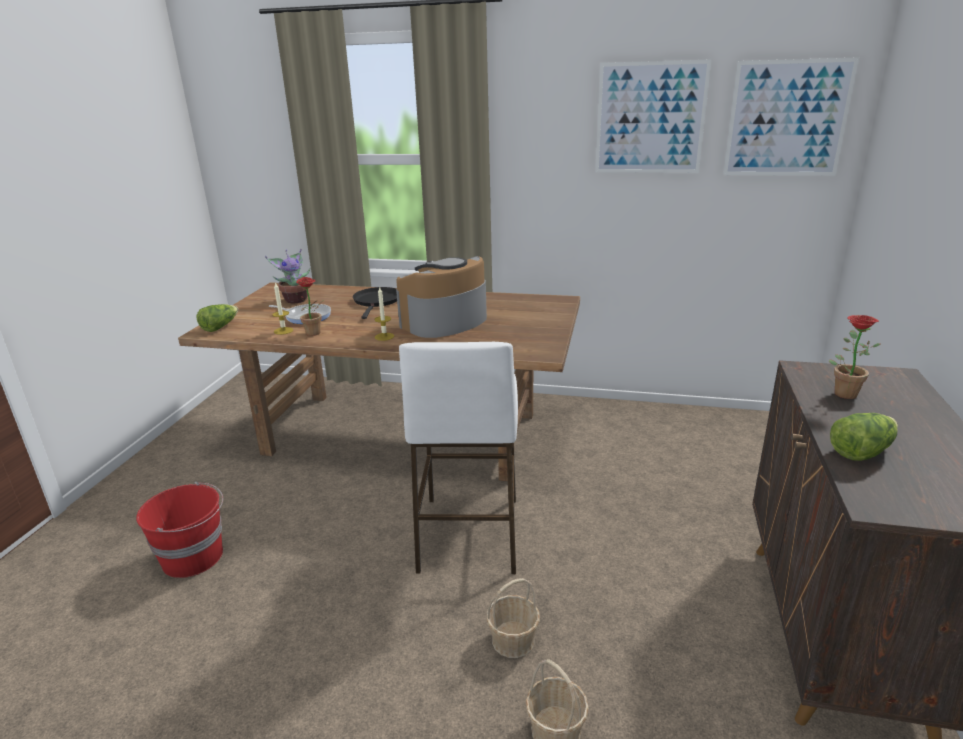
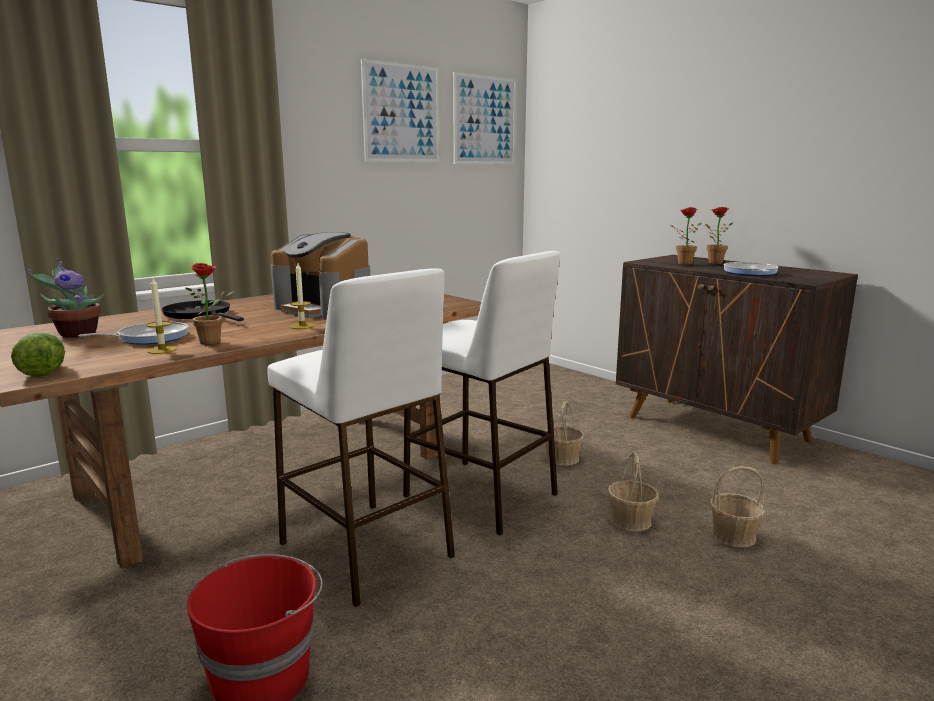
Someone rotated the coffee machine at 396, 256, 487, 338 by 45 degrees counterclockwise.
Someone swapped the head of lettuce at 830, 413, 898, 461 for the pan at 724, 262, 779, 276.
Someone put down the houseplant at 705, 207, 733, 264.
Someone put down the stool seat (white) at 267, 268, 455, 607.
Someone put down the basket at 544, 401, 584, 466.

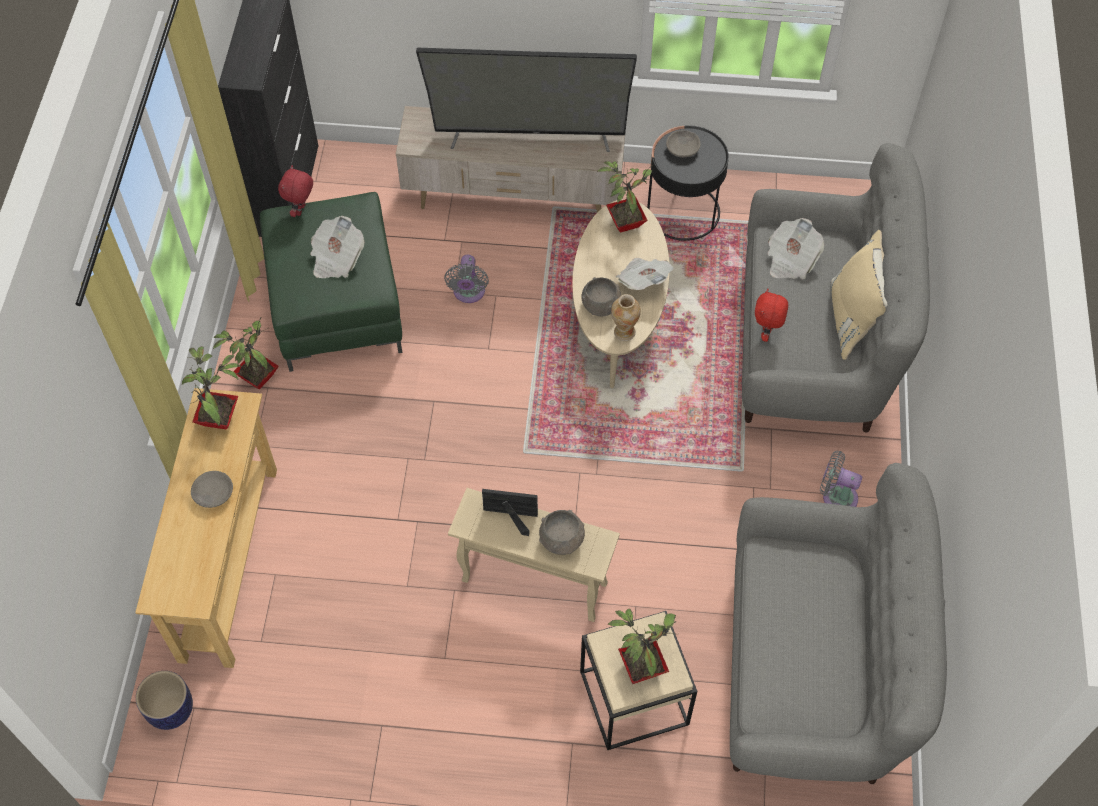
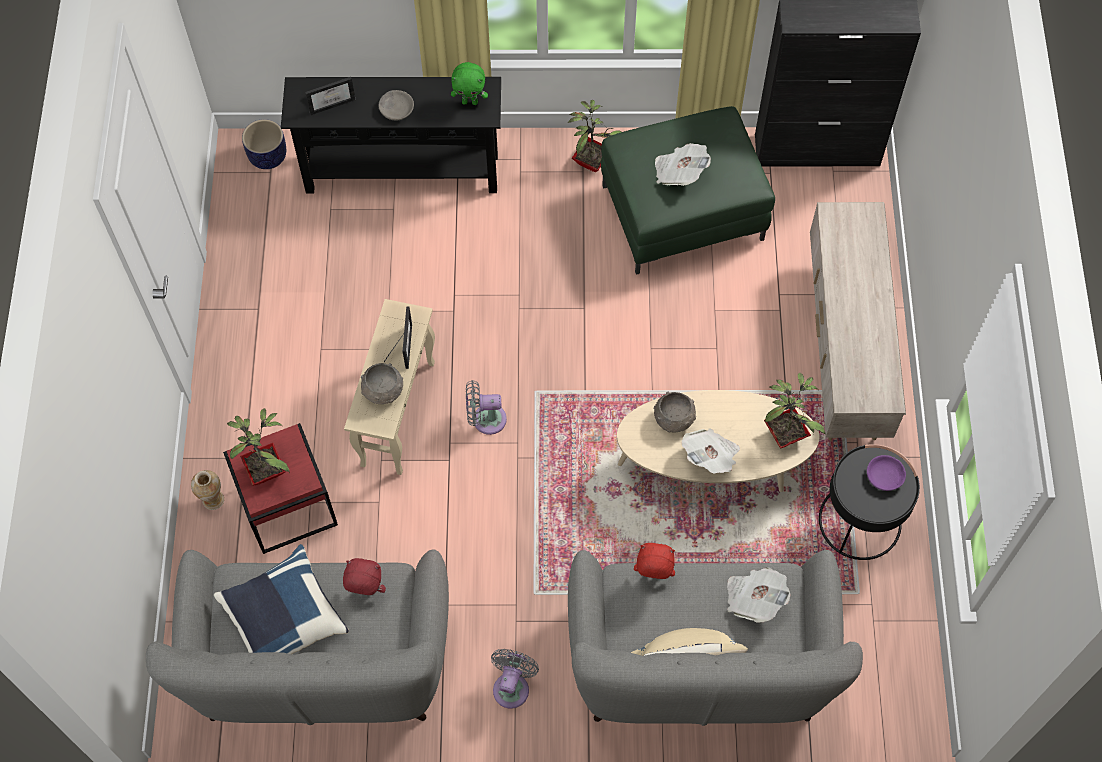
Someone took away the TV at 416, 48, 637, 152.
Someone repainted the deep dish (grey) at 666, 130, 701, 157, which became the deep dish (purple) at 867, 455, 906, 491.
Someone carried the soft toy (reddish) from 278, 165, 313, 217 to 343, 558, 386, 595.
Someone carried the fan (grey) from 444, 255, 489, 303 to 466, 380, 507, 435.
Someone carried the decorative vase from 611, 294, 641, 341 to 191, 470, 224, 510.
Someone swapped the houseplant at 182, 346, 240, 430 for the soft toy (green-coloured) at 451, 62, 488, 105.
Someone repainted the console table (sand-coloured) at 135, 388, 277, 668, which became the console table (blackish) at 281, 77, 501, 194.
Someone repainted the end table (sand-coloured) at 580, 611, 697, 750, which became the end table (reddish) at 223, 423, 338, 554.
Someone put down the photo frame at 305, 77, 356, 115.
Someone put down the pillow (bluish) at 214, 544, 349, 654.

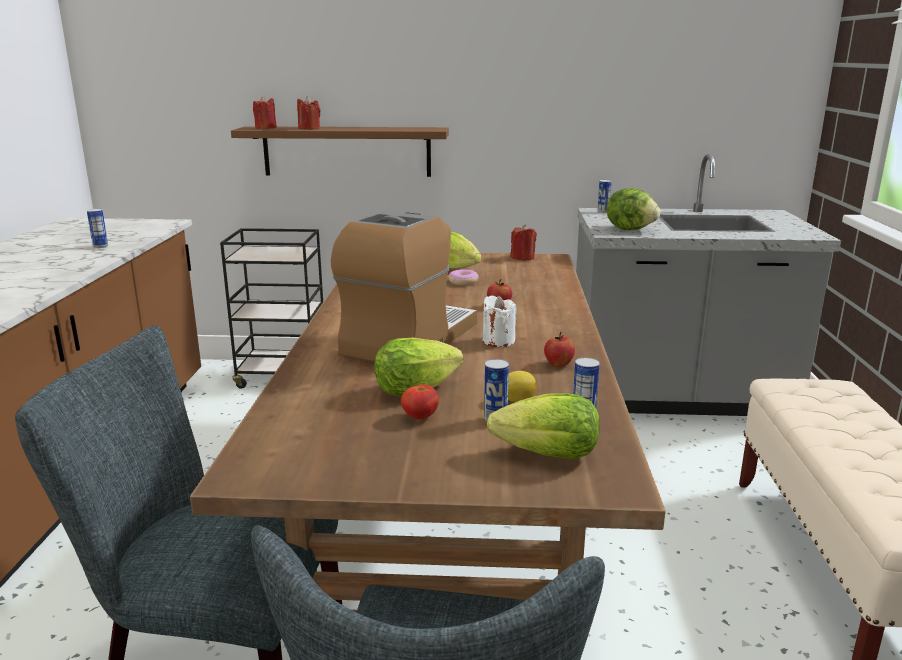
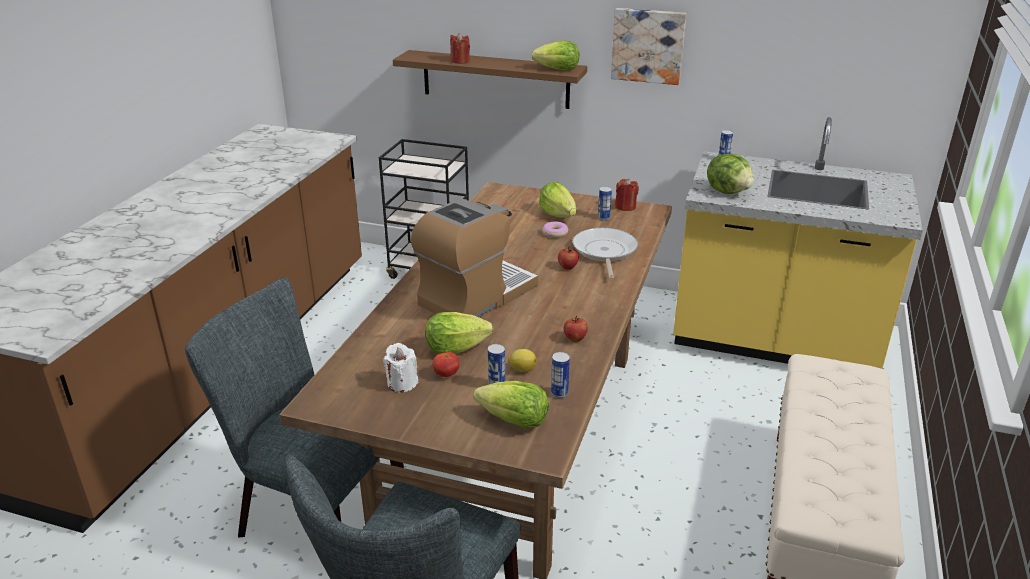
Someone took away the wax candle (reddish) at 253, 96, 277, 129.
Someone repainted the kitchen counter (grey) at 576, 154, 841, 416, which became the kitchen counter (yellow) at 673, 117, 923, 369.
Someone carried the metal can from 87, 208, 108, 248 to 598, 187, 612, 221.
Someone carried the wax candle (white) from 483, 296, 517, 347 to 383, 343, 418, 392.
Someone put up the wall picture at 611, 8, 686, 85.
Someone put down the head of lettuce at 531, 41, 579, 71.
Someone put down the pan at 573, 228, 638, 280.

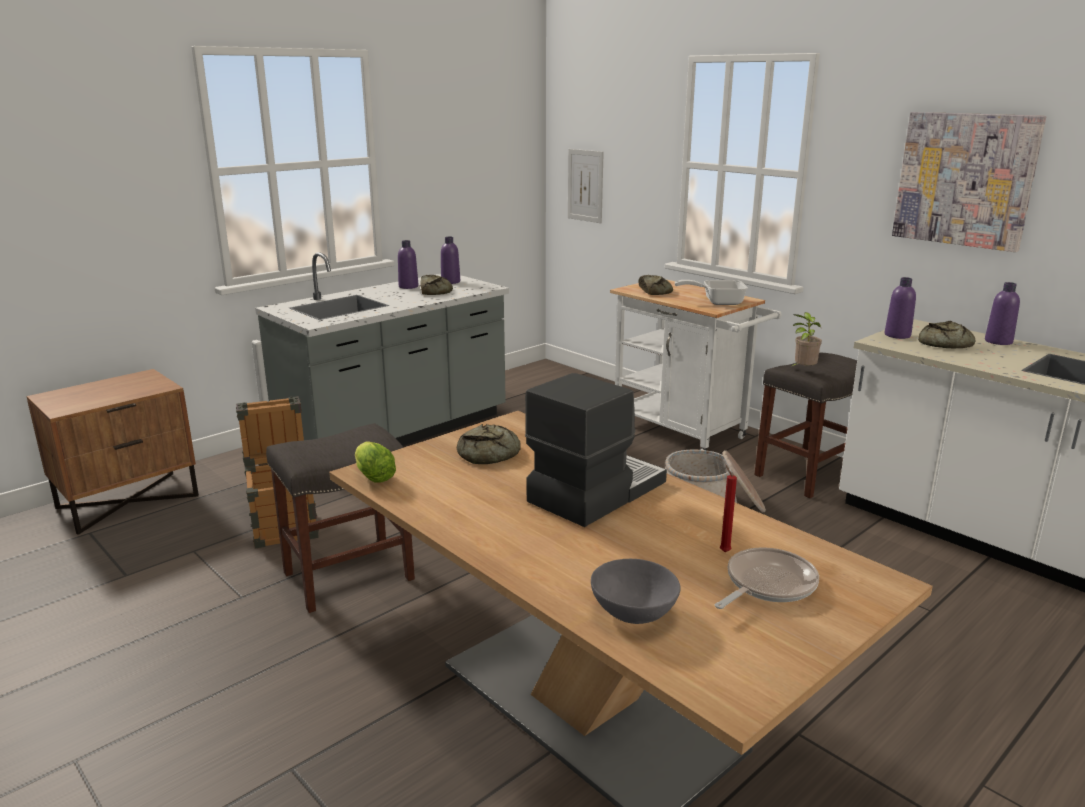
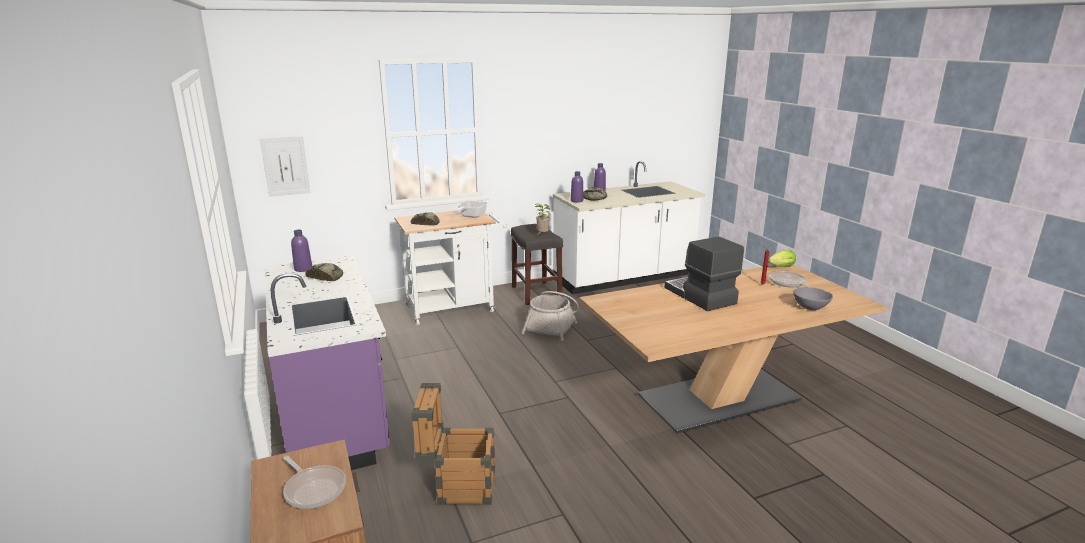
Someone took away the wall picture at 892, 112, 1046, 252.
Someone took away the beverage bottle (purple) at 398, 240, 418, 289.
Someone repainted the kitchen counter (grey) at 255, 252, 509, 446, which became the kitchen counter (purple) at 265, 255, 390, 470.
Someone took away the stool seat (grey) at 266, 423, 415, 613.
Someone took away the bread at 457, 424, 521, 464.
Someone carried the head of lettuce from 355, 441, 396, 483 to 768, 250, 796, 267.
Someone put down the pan at 283, 456, 346, 509.

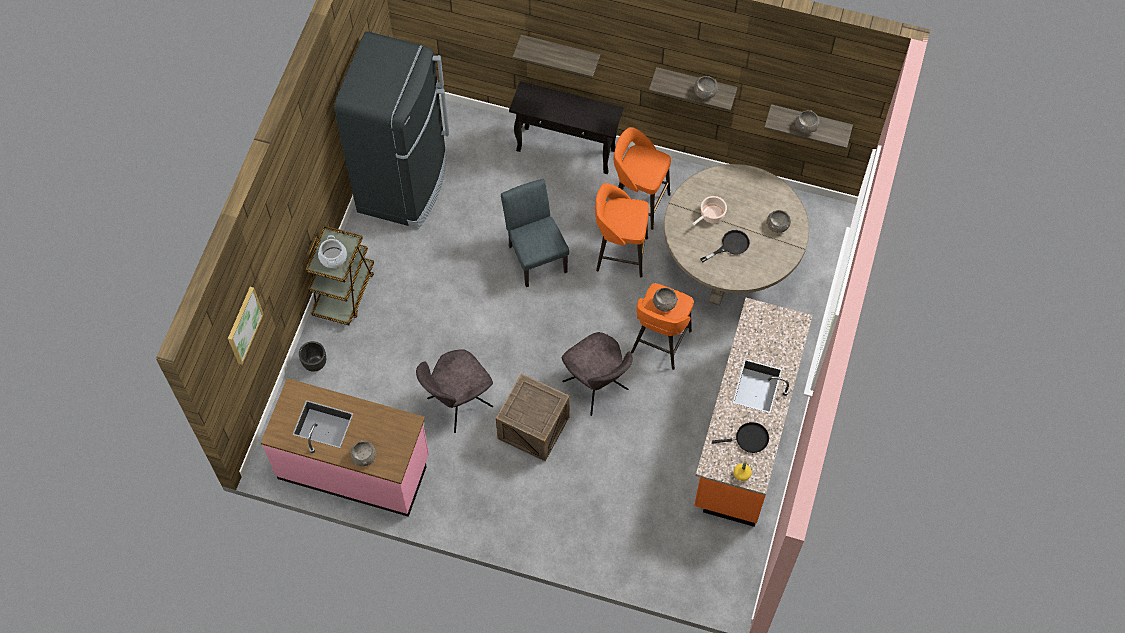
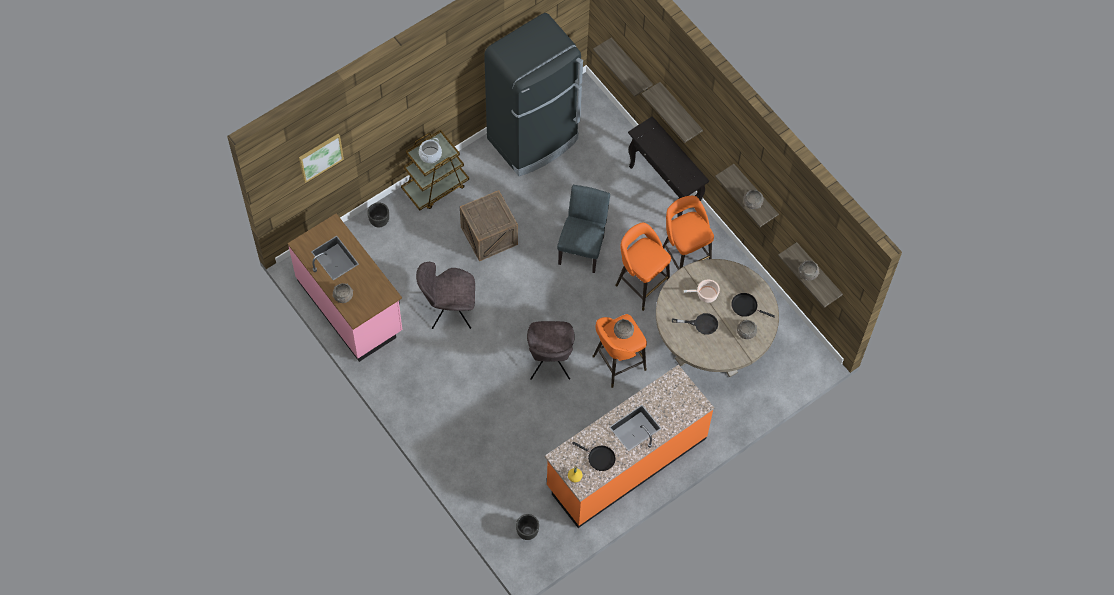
Someone carried the crate from 496, 374, 570, 461 to 460, 190, 518, 261.
Someone put up the wall shelf at 593, 37, 653, 97.
Someone put down the pan (blackish) at 731, 293, 775, 318.
Someone put down the plant pot (blackish) at 516, 514, 539, 540.

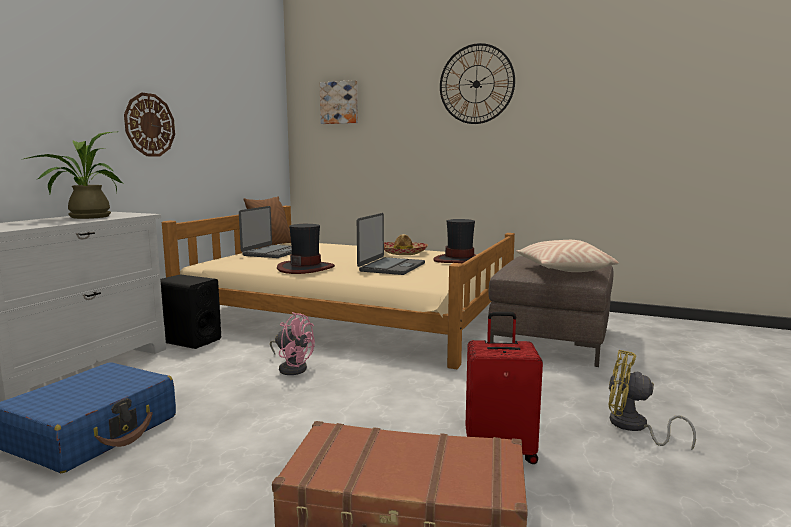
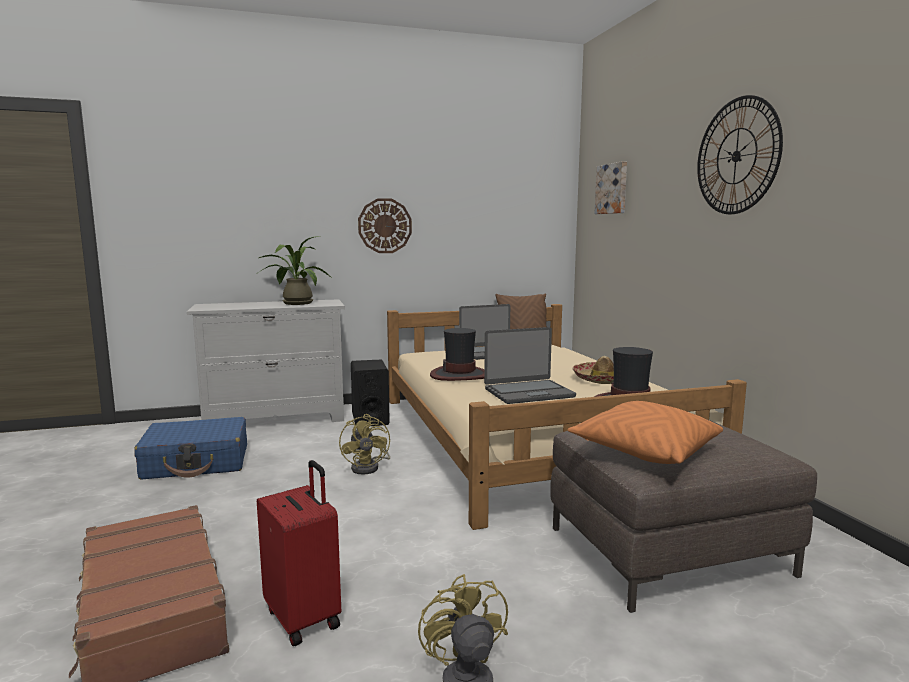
Someone repainted the pillow (sand-coloured) at 516, 240, 619, 272, which became the pillow (orangey) at 567, 401, 723, 464.
Someone repainted the fan (pink) at 270, 312, 315, 375, which became the fan (yellow) at 339, 414, 390, 474.

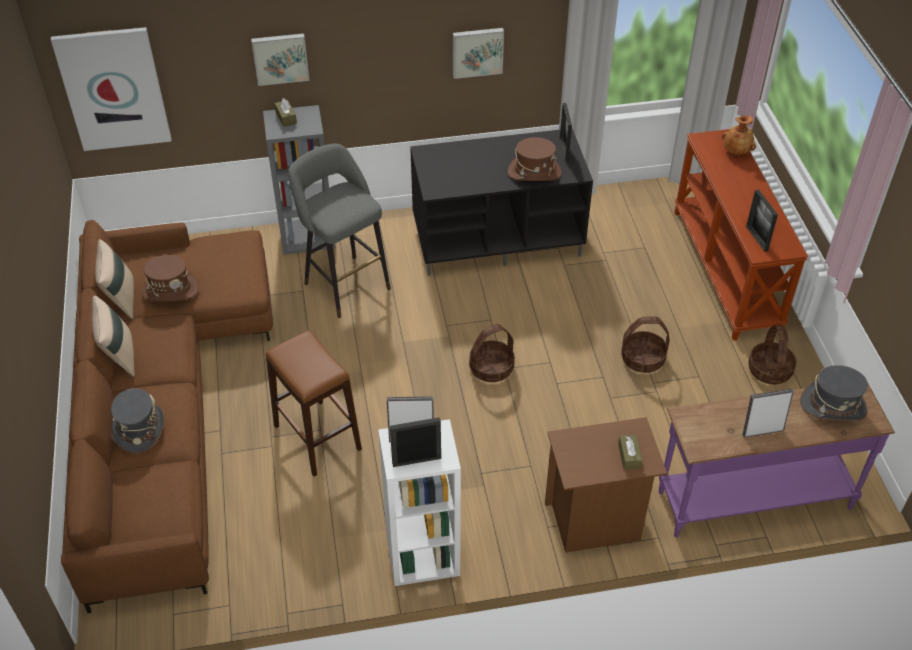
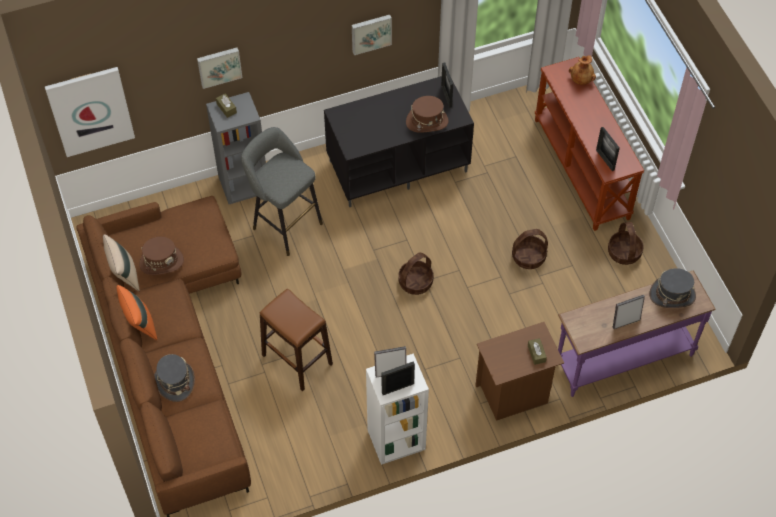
Someone repainted the pillow (sand-coloured) at 92, 296, 135, 377, which became the pillow (orangey) at 116, 285, 157, 340.

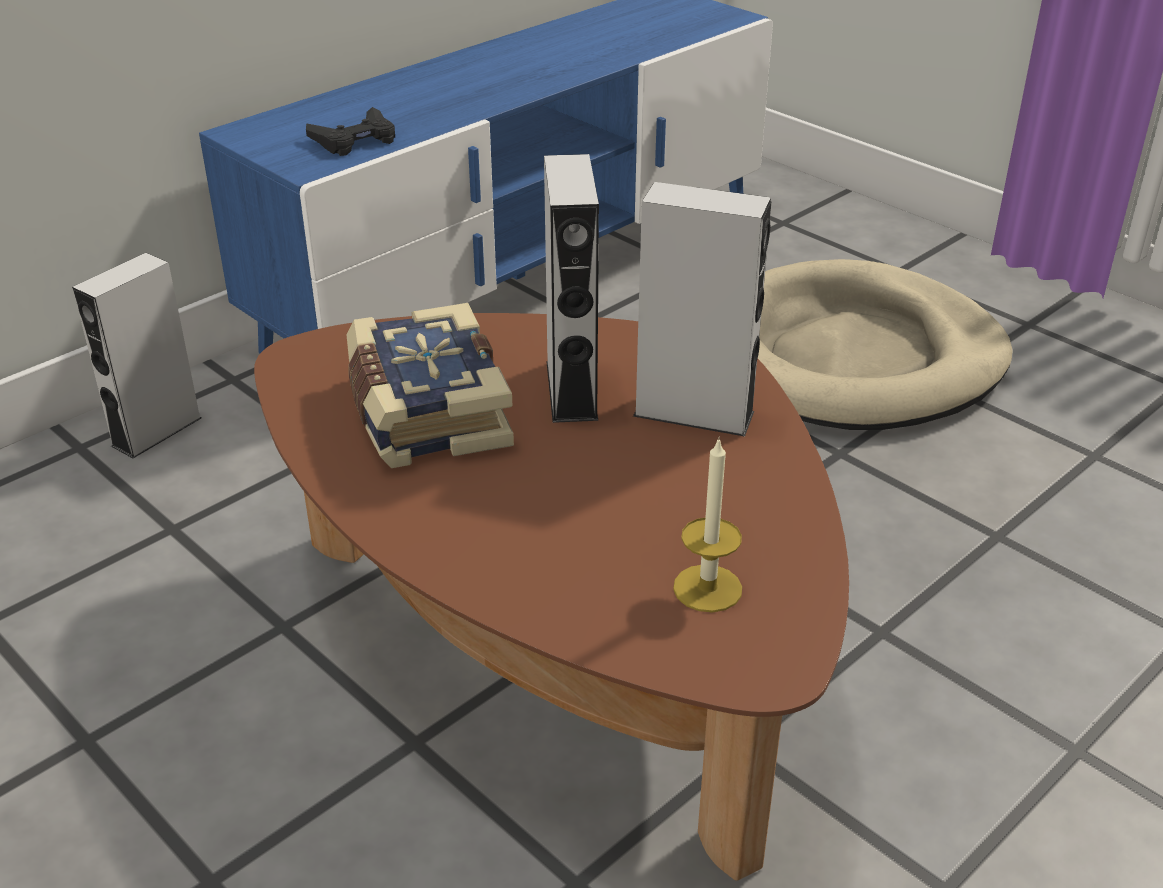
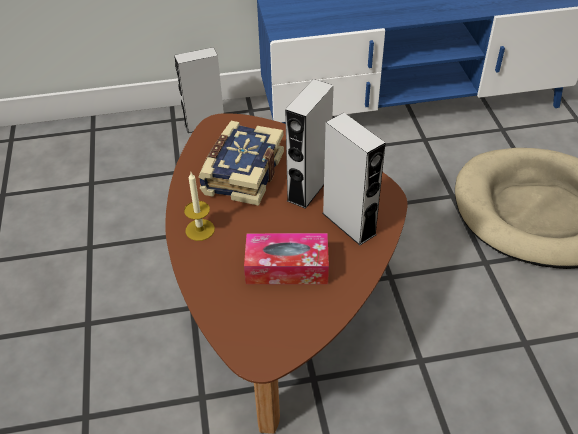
Someone took away the game controller (blackish) at 306, 107, 395, 156.
Someone carried the wax candle from 673, 437, 742, 612 to 184, 172, 215, 241.
Someone put down the tissue holder at 244, 233, 329, 284.

